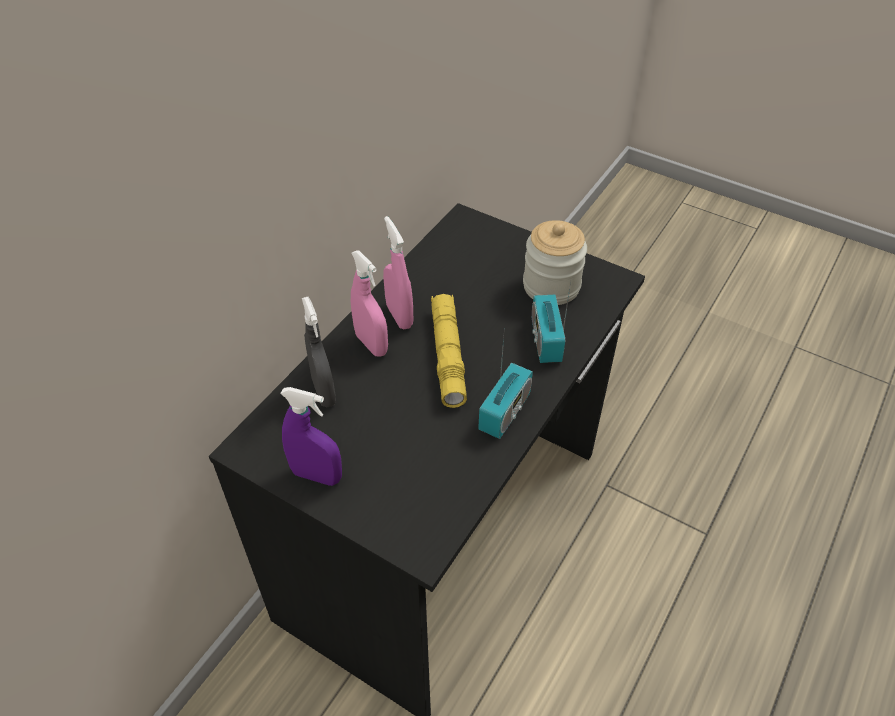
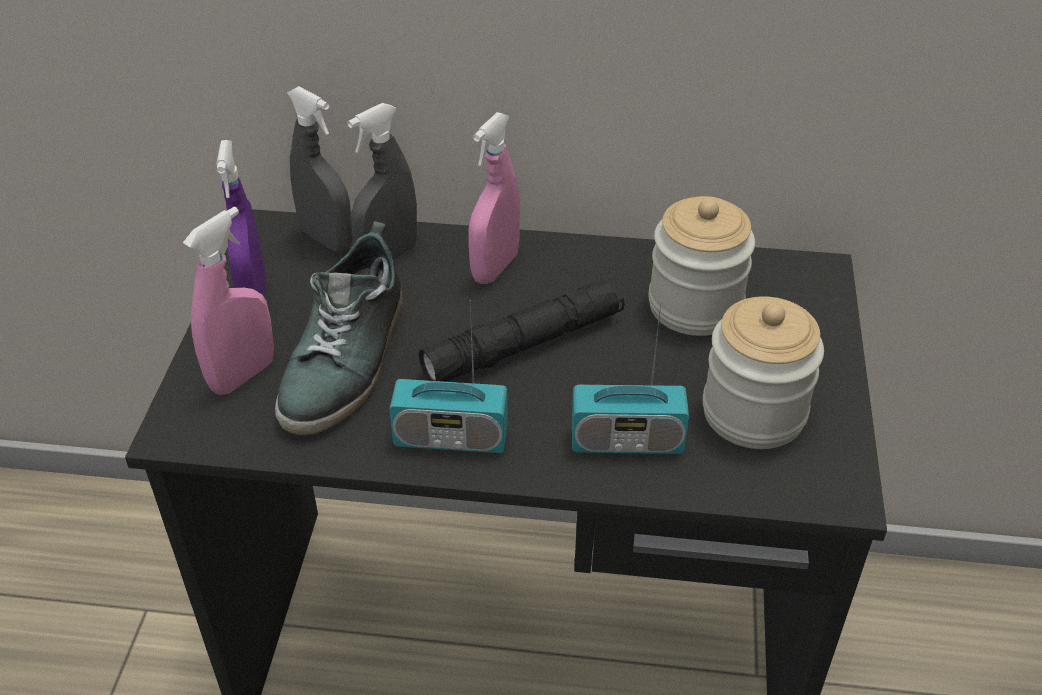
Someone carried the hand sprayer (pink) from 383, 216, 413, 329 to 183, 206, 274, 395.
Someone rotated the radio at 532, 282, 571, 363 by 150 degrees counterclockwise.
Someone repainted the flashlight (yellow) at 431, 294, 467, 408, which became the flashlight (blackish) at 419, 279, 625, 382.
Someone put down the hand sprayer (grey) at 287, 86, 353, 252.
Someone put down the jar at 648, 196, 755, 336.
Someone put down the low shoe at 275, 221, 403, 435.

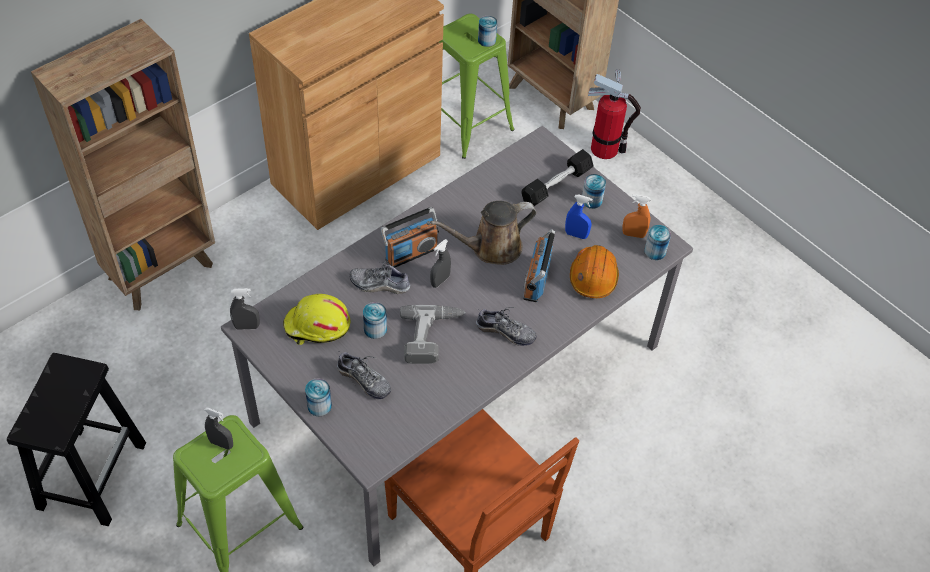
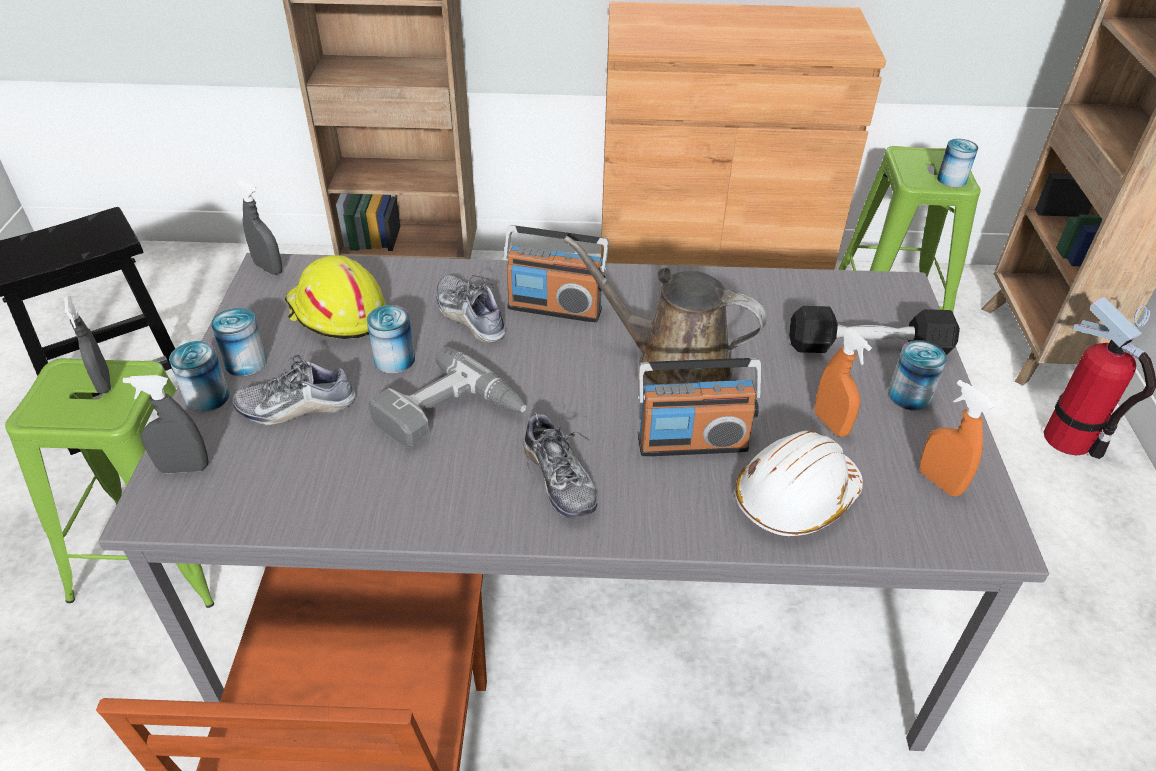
Someone repainted the hand sprayer (bluish) at 565, 195, 593, 239, which became the hand sprayer (orangey) at 815, 328, 872, 437.
Someone carried the metal can from 644, 225, 671, 260 to 211, 308, 267, 376.
Someone rotated the radio at 523, 229, 555, 302 by 150 degrees counterclockwise.
Someone carried the hand sprayer (grey) from 430, 239, 451, 288 to 123, 375, 209, 474.
Someone repainted the hard hat (orangey) at 570, 245, 619, 298, which became the hard hat (white) at 735, 431, 863, 536.
Someone rotated the low shoe at 337, 352, 391, 399 by 90 degrees clockwise.

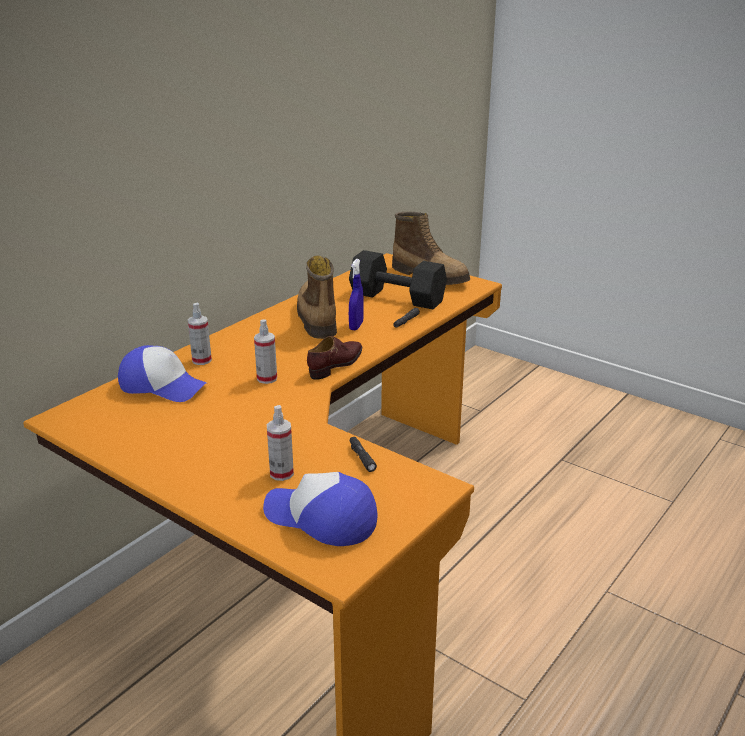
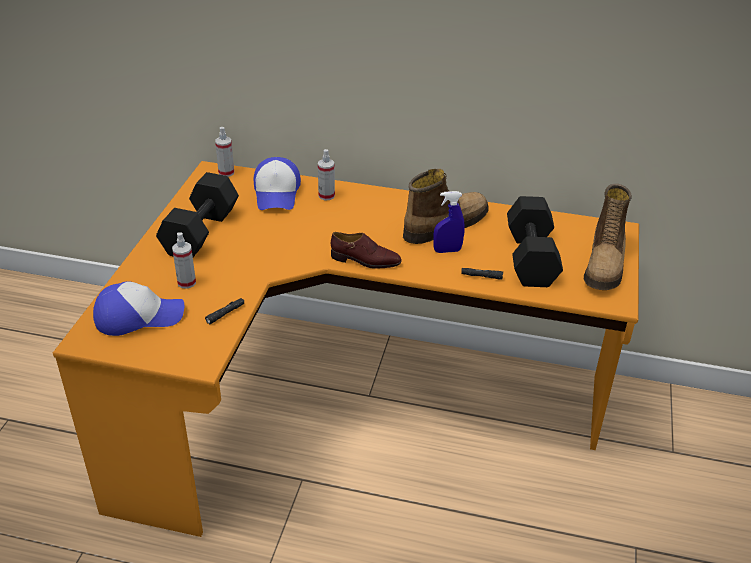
Someone carried the hand sprayer from 254, 320, 277, 384 to 215, 127, 234, 177.
Someone rotated the baseball cap at 263, 472, 378, 546 by 75 degrees clockwise.
Someone put down the free weight (blackish) at 156, 172, 239, 257.

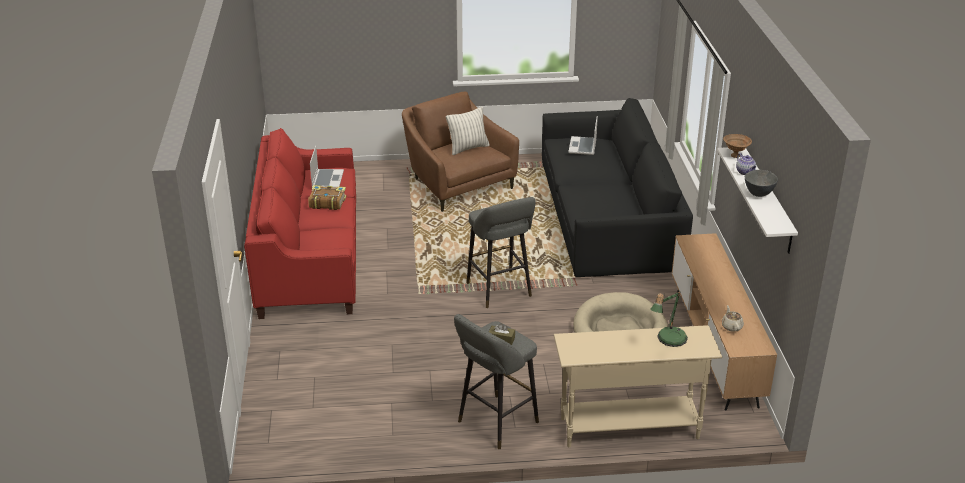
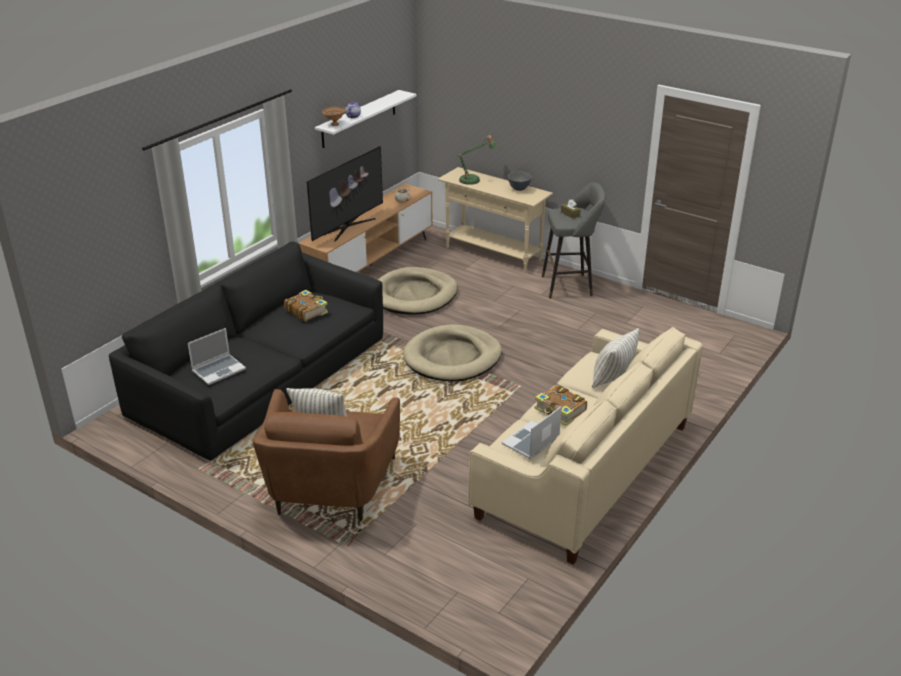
Someone repainted the sofa (reddish) at 244, 128, 356, 319, which became the sofa (sand-coloured) at 468, 327, 703, 565.
Someone carried the deep dish (grey) from 745, 170, 778, 197 to 507, 171, 532, 191.
Someone swapped the stool seat (grey) at 466, 197, 536, 308 for the dog cushion (sand-coloured) at 403, 324, 502, 381.
Someone put down the TV at 307, 146, 383, 242.
Someone put down the volume at 284, 290, 328, 322.
Someone put down the pillow at 592, 328, 639, 388.

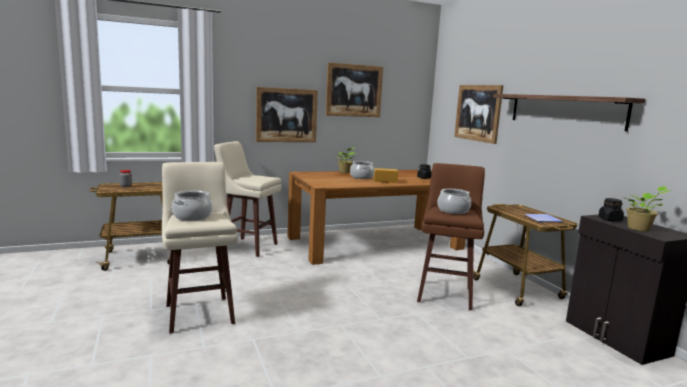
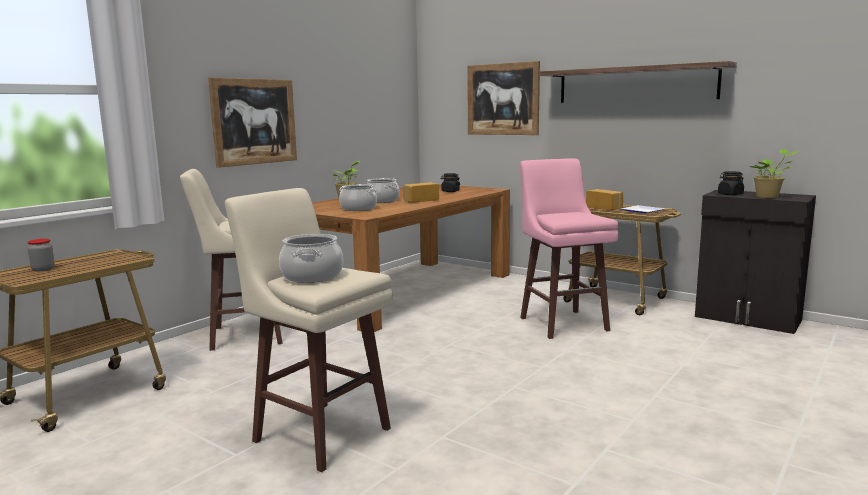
Someone took away the wall picture at 325, 62, 383, 117.
Someone repainted the stool seat (brownish) at 417, 163, 485, 310, which became the stool seat (pink) at 520, 158, 619, 339.
Someone carried the cooking pot from 438, 189, 471, 214 to 339, 184, 377, 211.
Someone put down the bread at 586, 189, 623, 210.

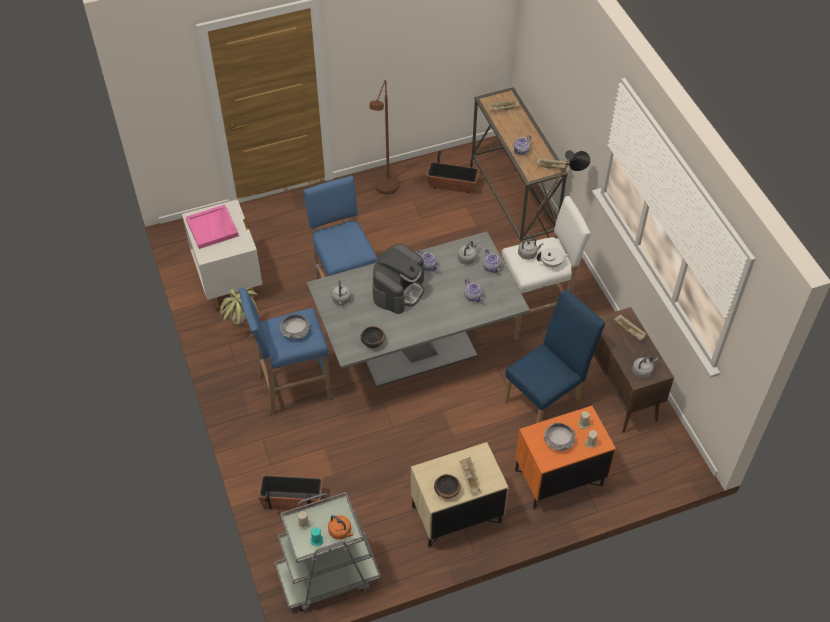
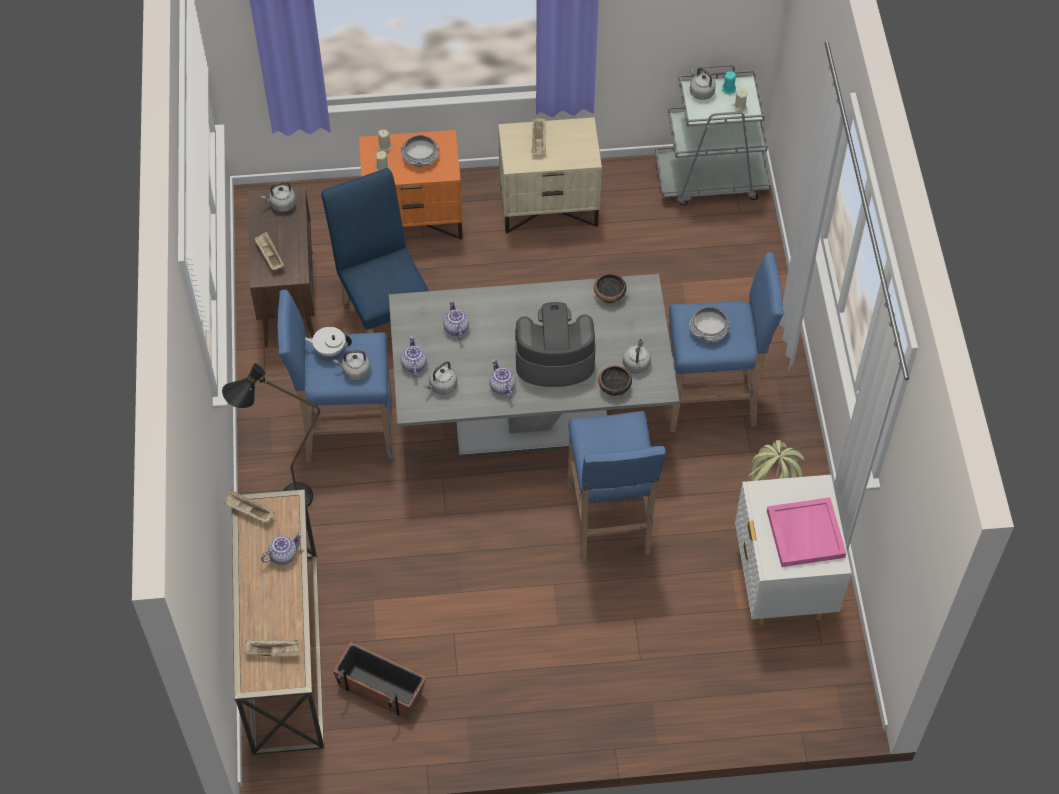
Someone took away the floor lamp (brownish) at 369, 80, 399, 194.
Someone repainted the stool seat (white) at 501, 196, 591, 339, which became the stool seat (bluish) at 277, 290, 394, 463.
Someone rotated the coffee machine at 373, 244, 424, 314 by 45 degrees clockwise.
Someone rotated the upright chair (bluish) at 503, 290, 605, 423 by 90 degrees clockwise.
Someone carried the deep dish from 434, 474, 461, 499 to 598, 366, 632, 396.
Someone took away the plant pot at 258, 475, 323, 511.
Someone repainted the kettle (orangey) at 328, 515, 353, 540, which became the kettle (grey) at 690, 67, 716, 100.

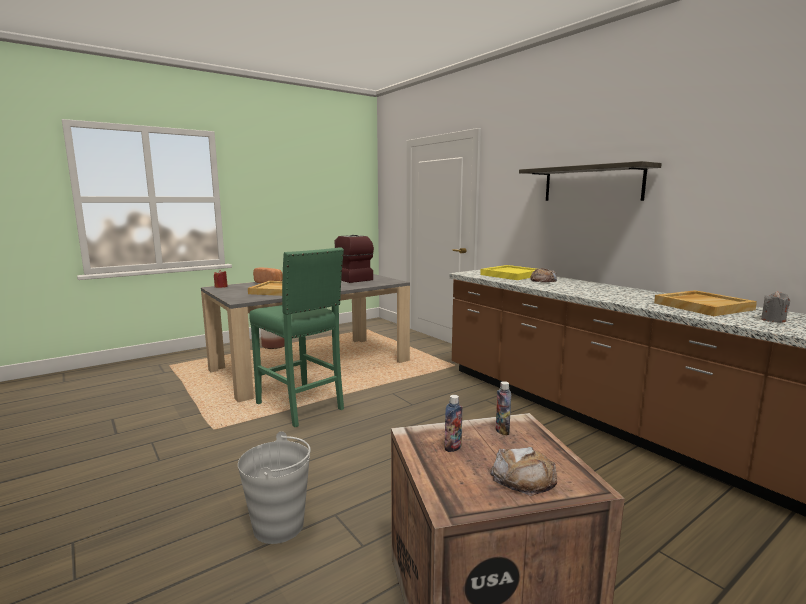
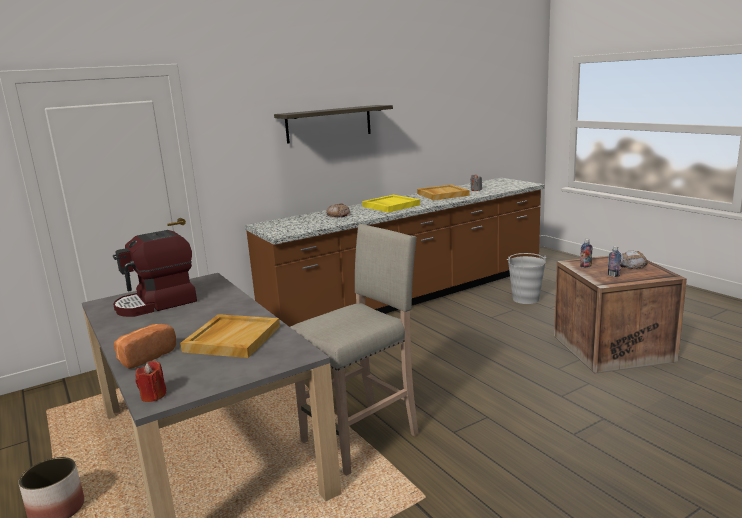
Someone repainted the stool seat (green-coloured) at 249, 247, 344, 427, which became the stool seat (sand-coloured) at 290, 224, 419, 476.
Someone carried the carrying tray (yellow) from 480, 265, 536, 280 to 362, 195, 420, 213.
Someone carried the water bucket (grey) from 238, 431, 311, 544 to 506, 253, 547, 304.

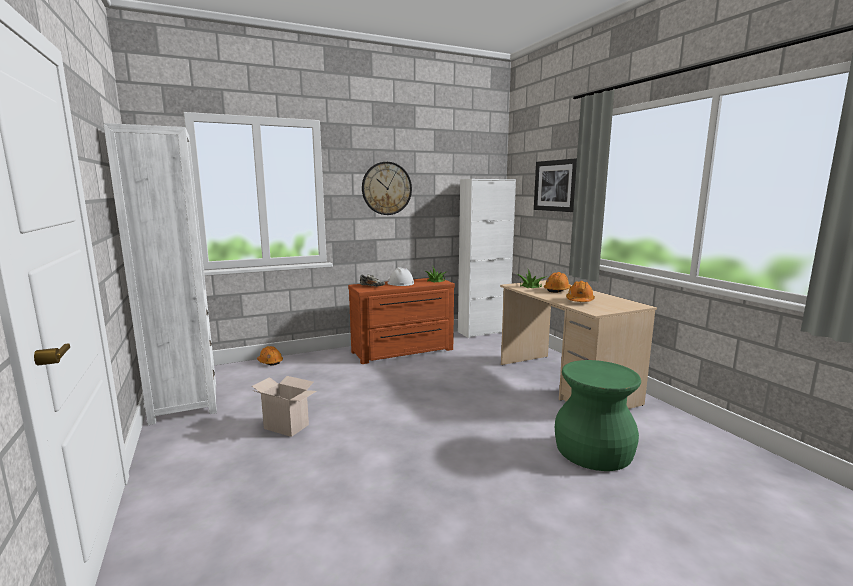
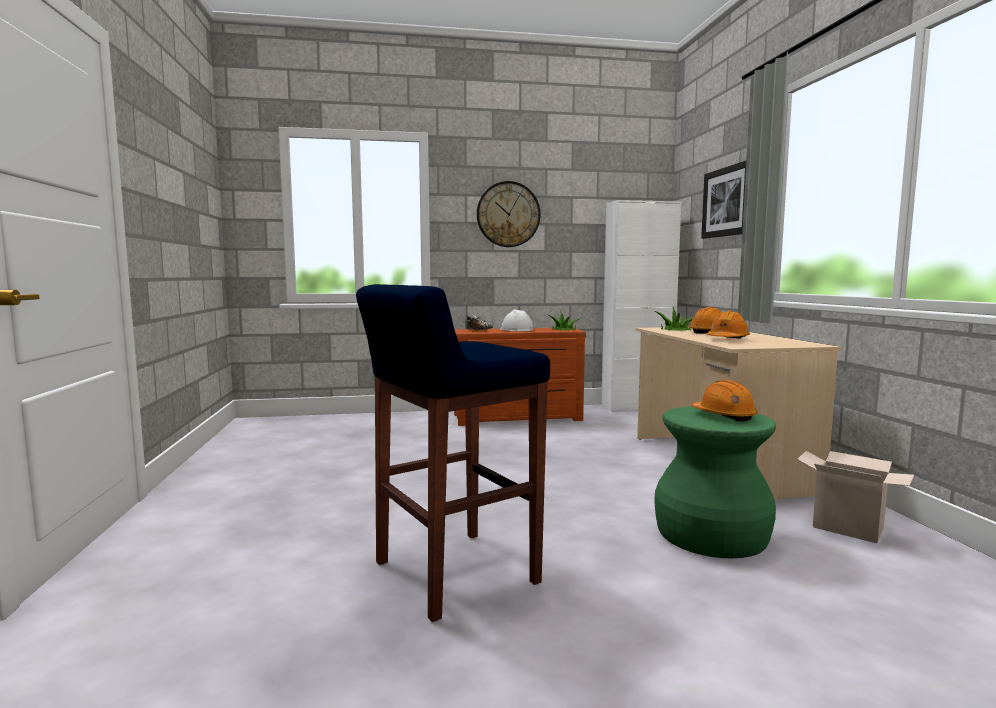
Someone took away the bookcase (white) at 103, 123, 217, 425.
Someone carried the hard hat (orangey) from 257, 346, 283, 366 to 692, 380, 758, 422.
Someone carried the cardboard box from 252, 376, 317, 437 to 797, 451, 914, 543.
Someone put down the stool seat (bluish) at 356, 284, 550, 622.

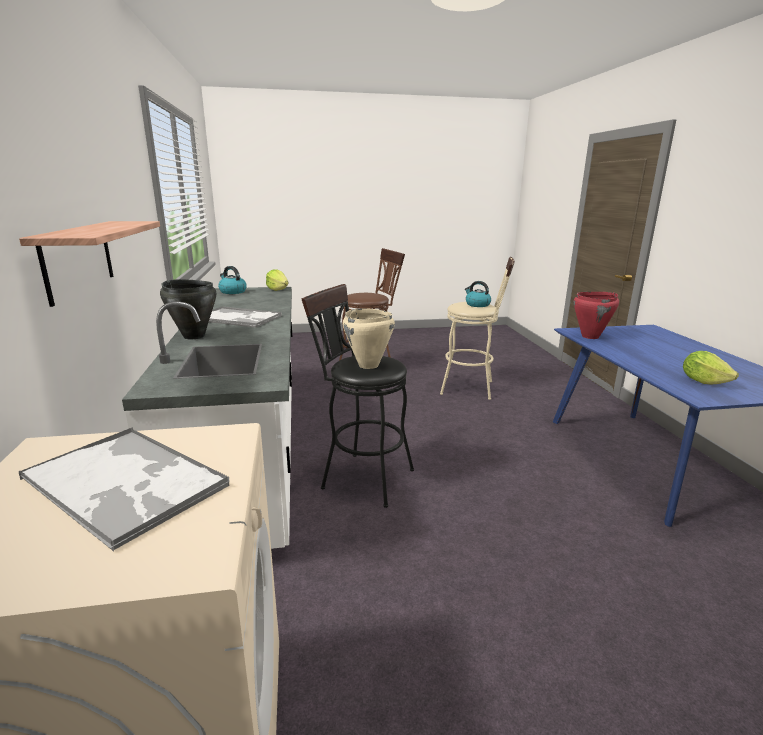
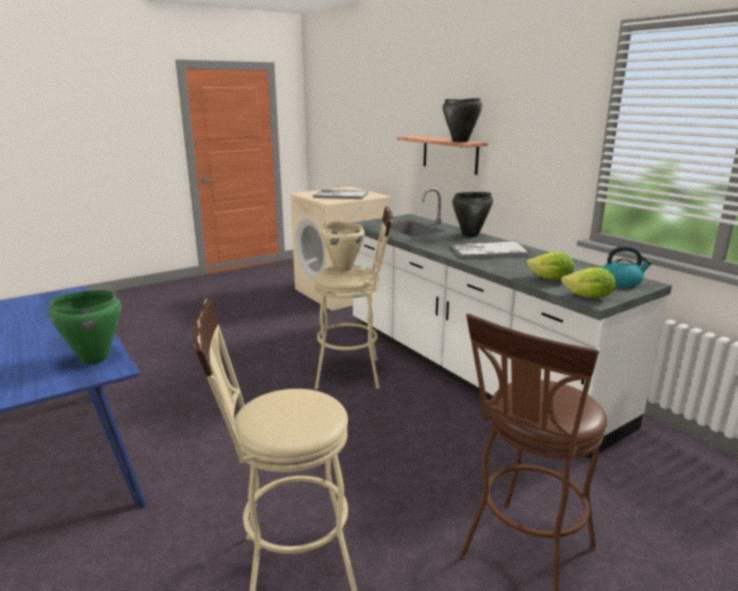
Someone took away the kettle at 465, 281, 491, 307.
Someone repainted the stool seat (blackish) at 301, 284, 414, 508, which became the stool seat (sand-coloured) at 314, 207, 393, 389.
Someone repainted the cooking pot (reddish) at 574, 292, 619, 339, which became the cooking pot (green-coloured) at 48, 290, 121, 365.
Someone carried the head of lettuce from 683, 351, 739, 384 to 526, 252, 574, 280.
Someone put down the cooking pot (blackish) at 443, 98, 482, 142.

